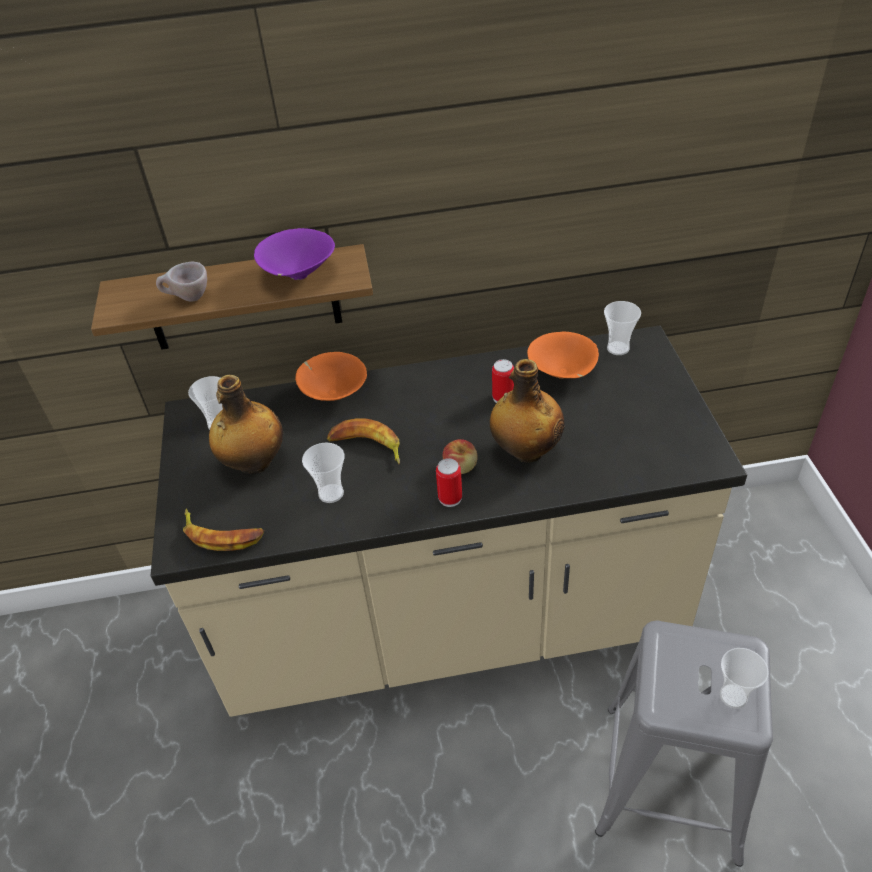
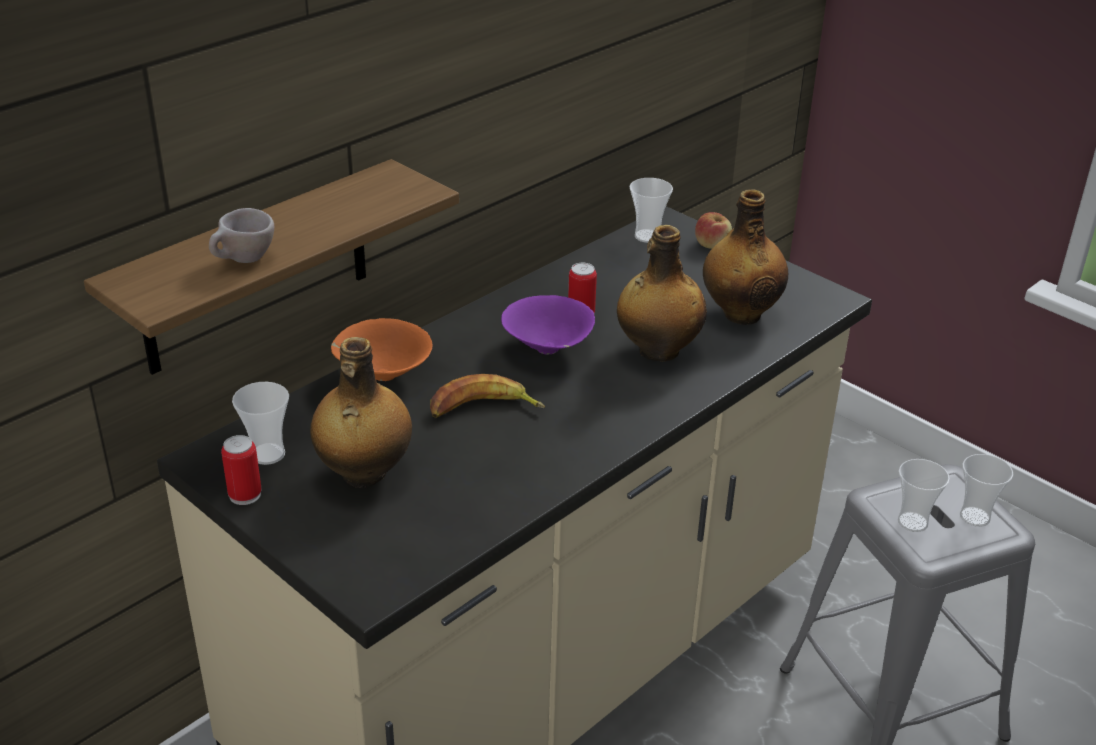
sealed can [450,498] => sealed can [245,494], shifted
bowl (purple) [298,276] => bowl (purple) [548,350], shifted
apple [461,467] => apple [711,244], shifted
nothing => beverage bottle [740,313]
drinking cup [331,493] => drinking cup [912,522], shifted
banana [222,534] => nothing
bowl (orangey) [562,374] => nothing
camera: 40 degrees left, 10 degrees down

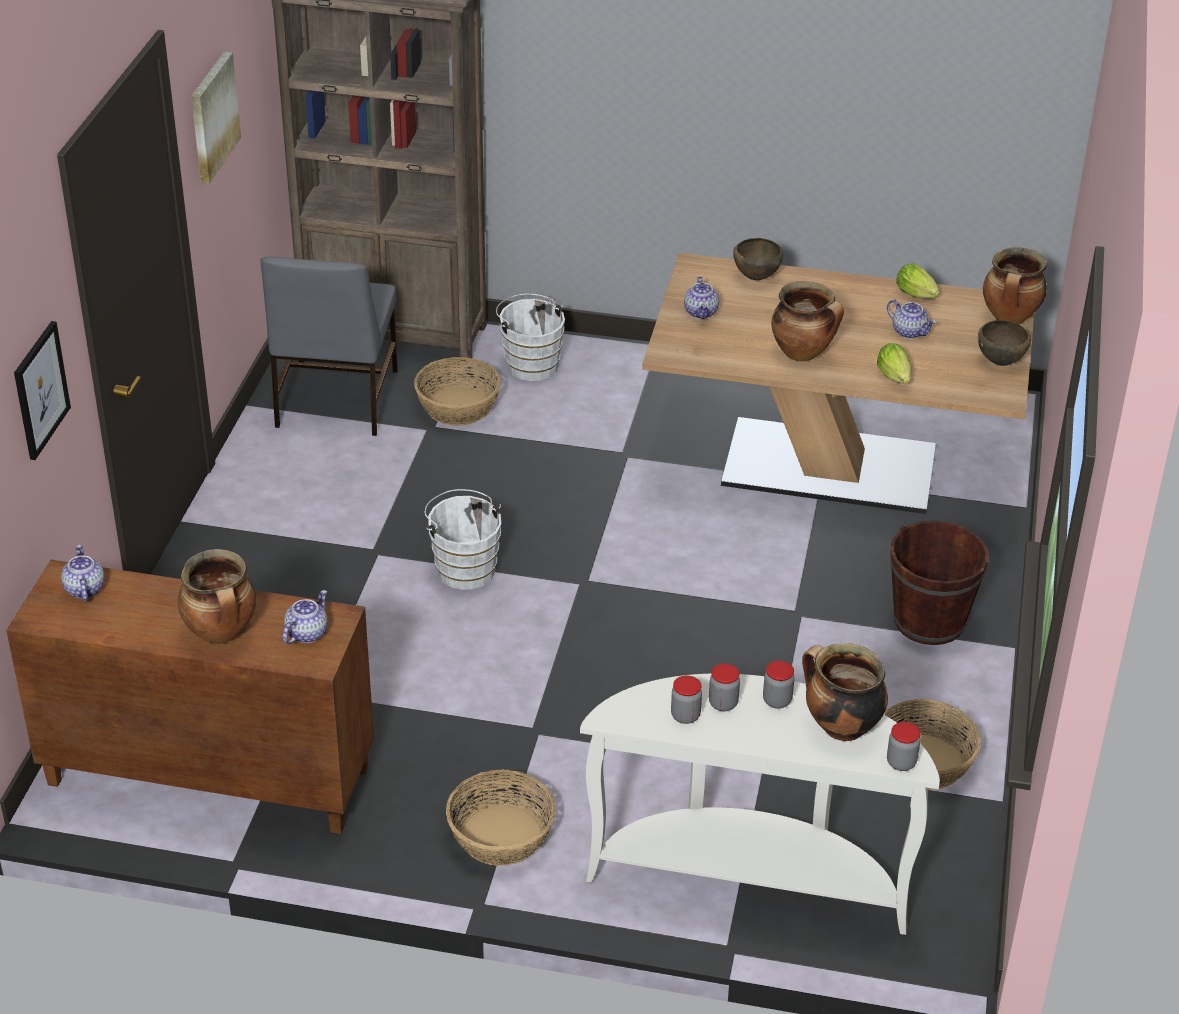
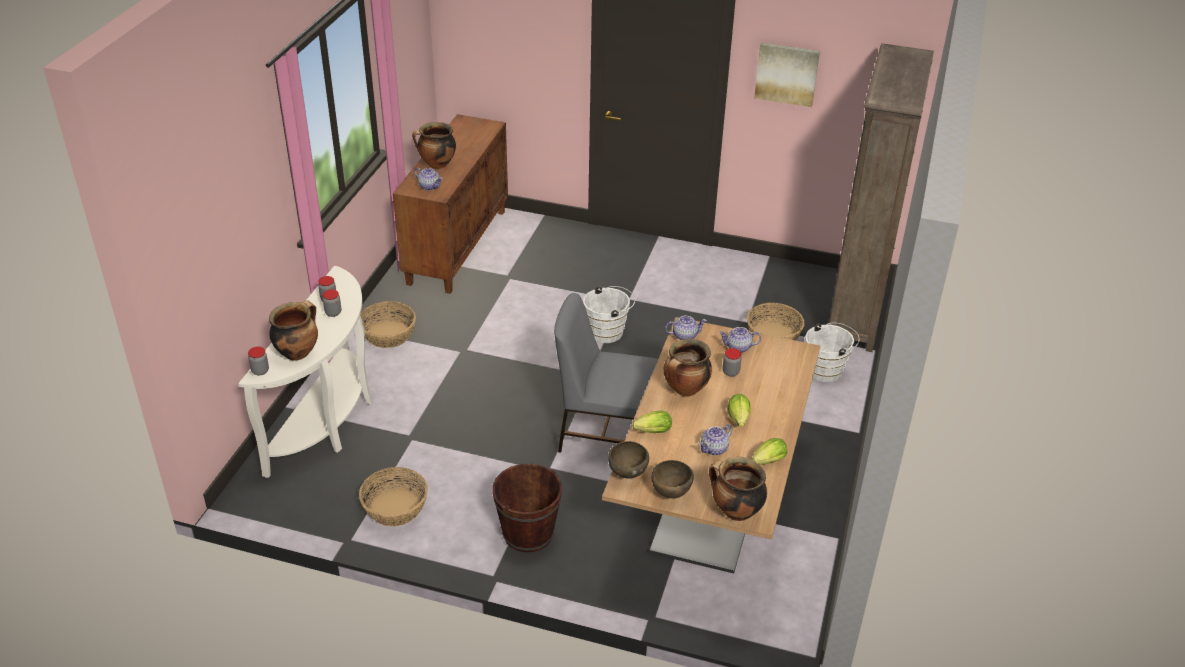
plain chair (greyish) [335,400] => plain chair (greyish) [604,432], shifted
bowl (brownish) [756,278] => bowl (brownish) [627,473], shifted
pot for tea [84,589] => pot for tea [685,335], shifted
preserve jar [777,701] => preserve jar [730,372], shifted
nothing => lettuce [738,420]
wall art [40,390] => nothing
camera: 95 degrees right, 0 degrees up

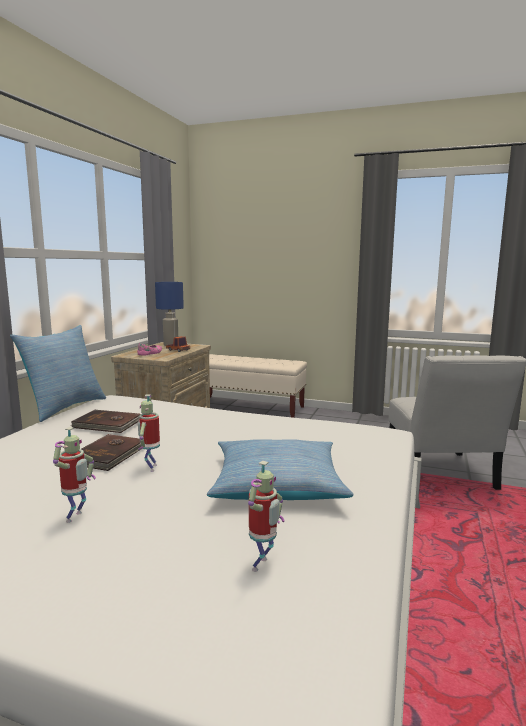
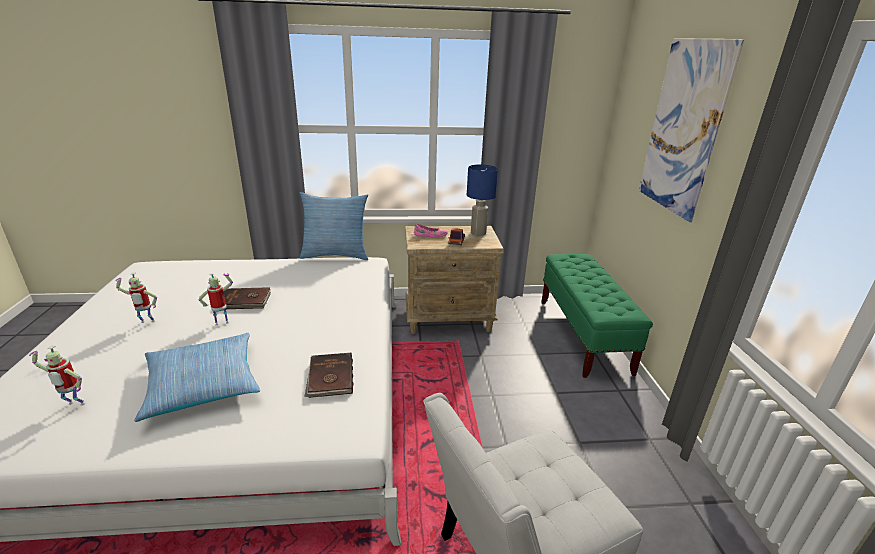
bound book (brownish) [107,424] => bound book (brownish) [330,377], shifted
bench (beige) [248,407] => bench (greenish) [583,335]
nothing => wall art [683,128]
camera: 65 degrees right, 15 degrees up

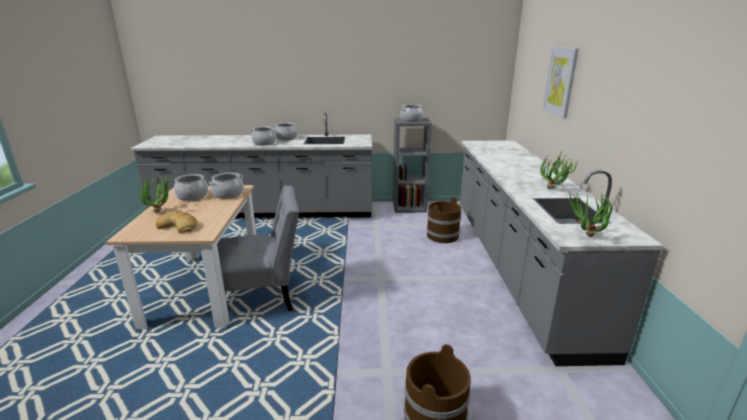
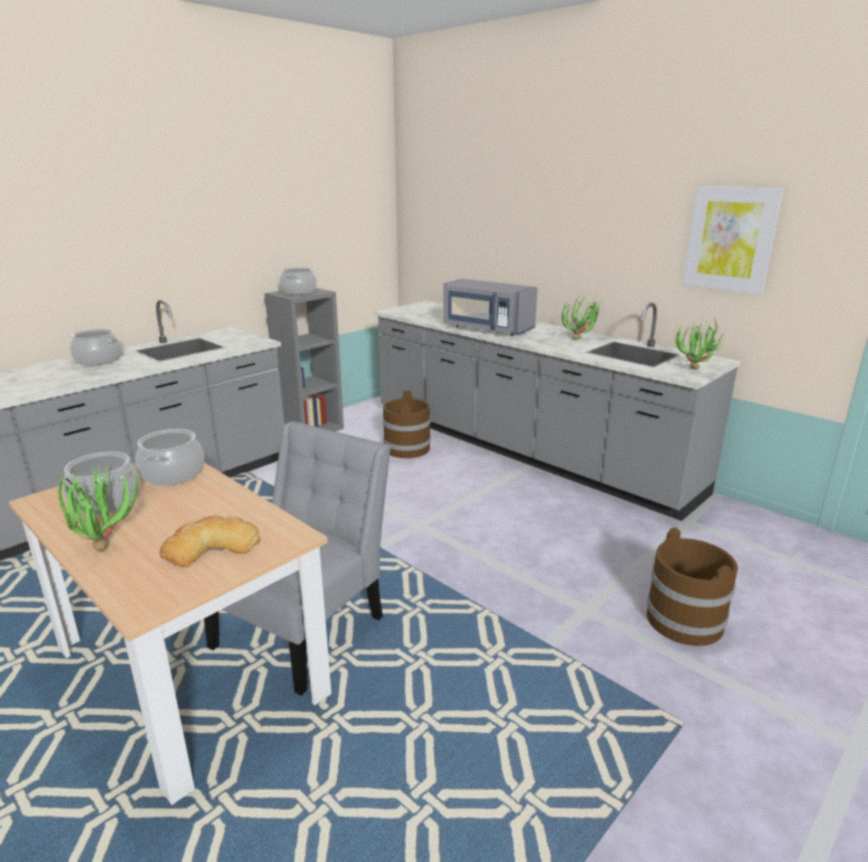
nothing => kitchen microwave (greyish) [486,329]
wall art [560,81] => wall art [730,239], shifted
cooking pot [264,143] => nothing
camera: 45 degrees left, 0 degrees up

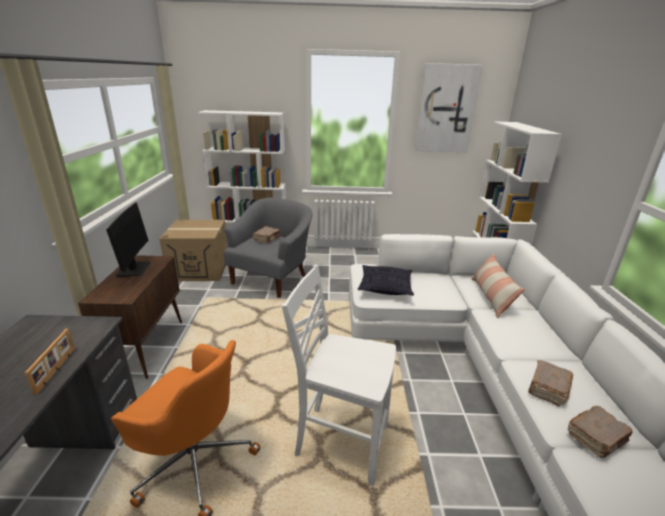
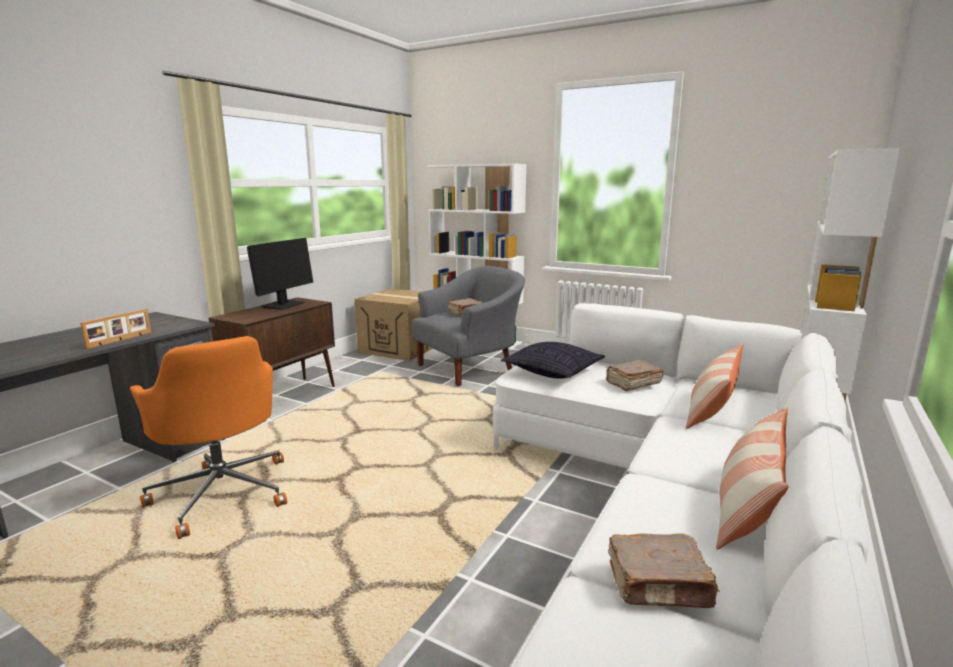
bound book (brownish) [547,389] => bound book (brownish) [632,383], shifted
nothing => cushion [747,504]
plain chair (whitish) [340,441] => nothing
wall art [446,109] => nothing
camera: 30 degrees right, 10 degrees down

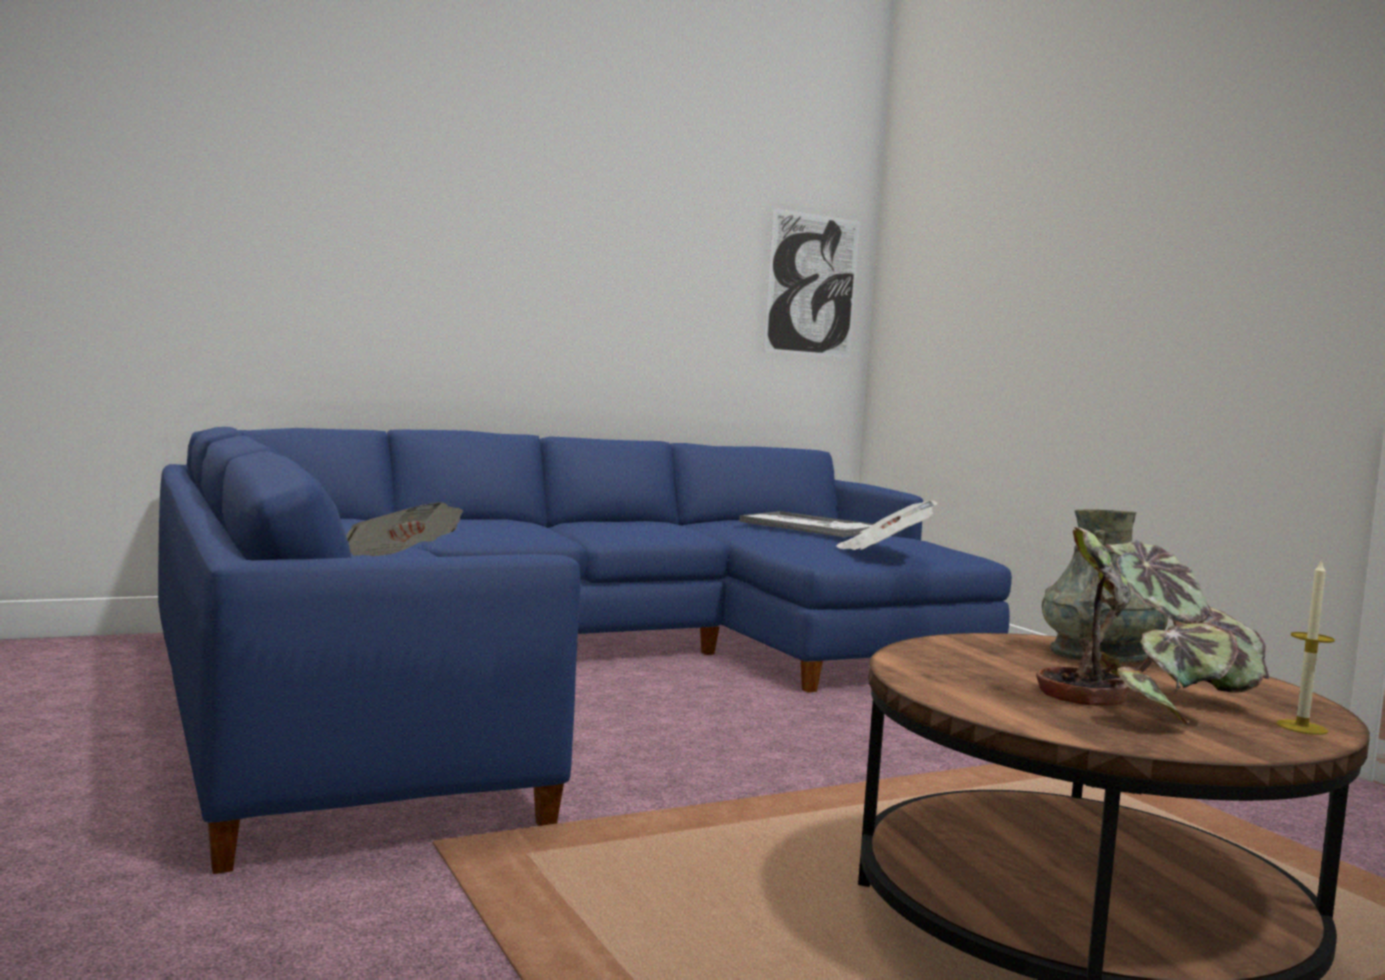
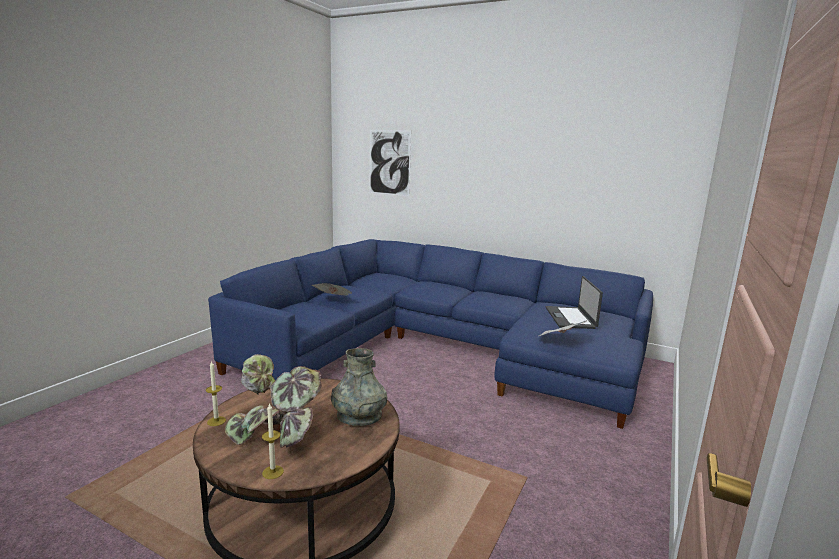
nothing => wax candle [216,421]
wall art [812,285] => wall art [389,162], shifted
serving tray [811,527] => notebook computer [571,318]
camera: 55 degrees right, 10 degrees up

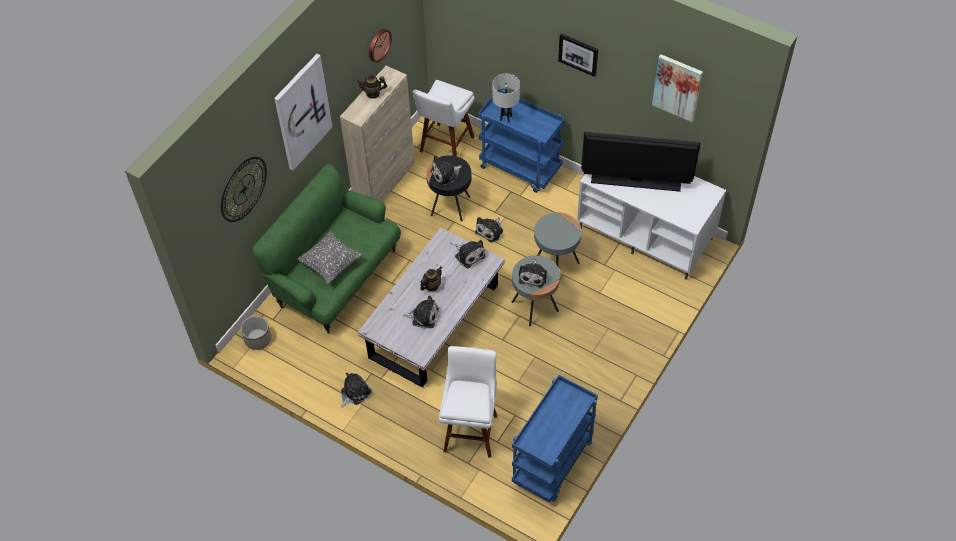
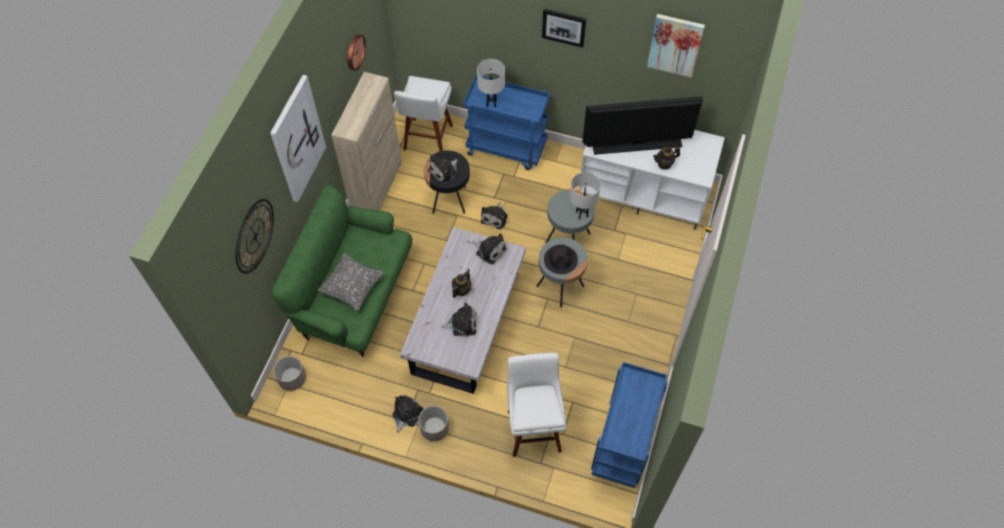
nothing => flower pot [434,428]
plush toy [533,275] => clothing hat (blackish) [561,259]
nothing => tabletop lamp (whitish) [581,214]
pot for tea [373,93] => pot for tea [664,164], shifted
camera: 15 degrees left, 5 degrees up

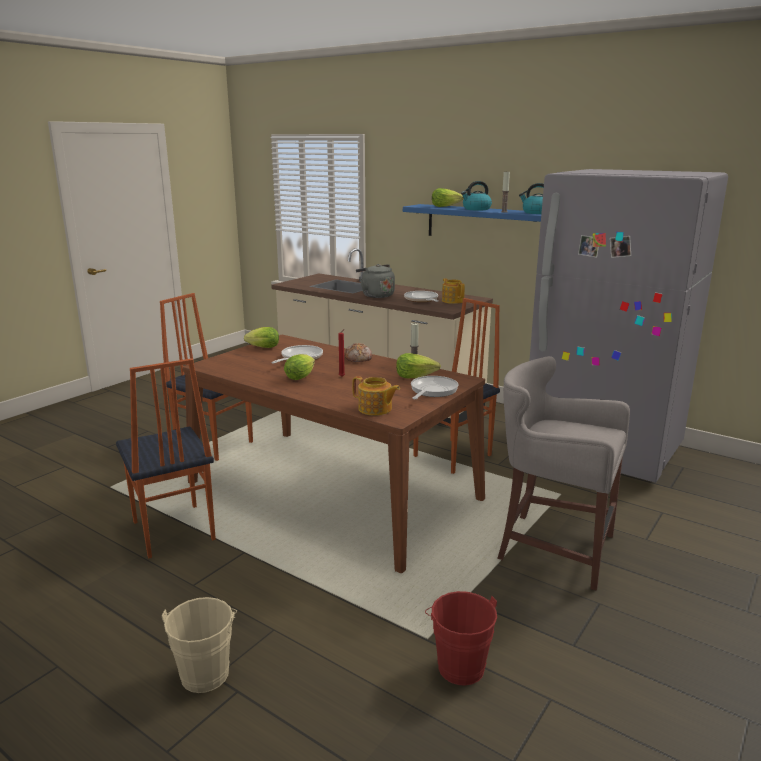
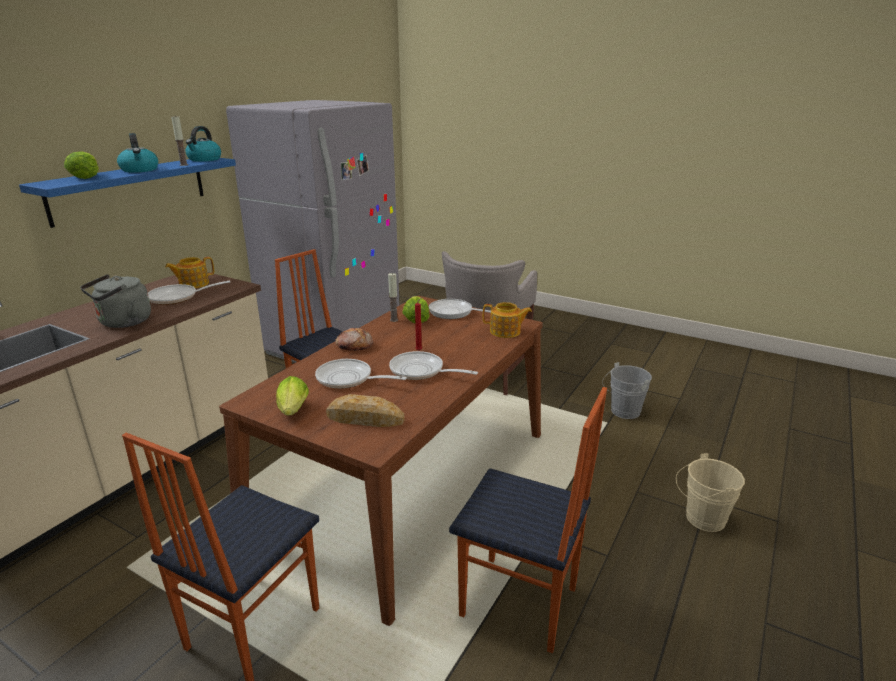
nothing => baked bread [365,418]
lettuce [301,377] => skillet [421,371]
plain chair [172,531] => plain chair [519,604], 60 degrees clockwise
pot for tea [375,409] => pot for tea [506,332], 75 degrees clockwise
water bucket (red) [458,664] => water bucket (greyish) [622,412]
camera: 95 degrees left, 5 degrees up

